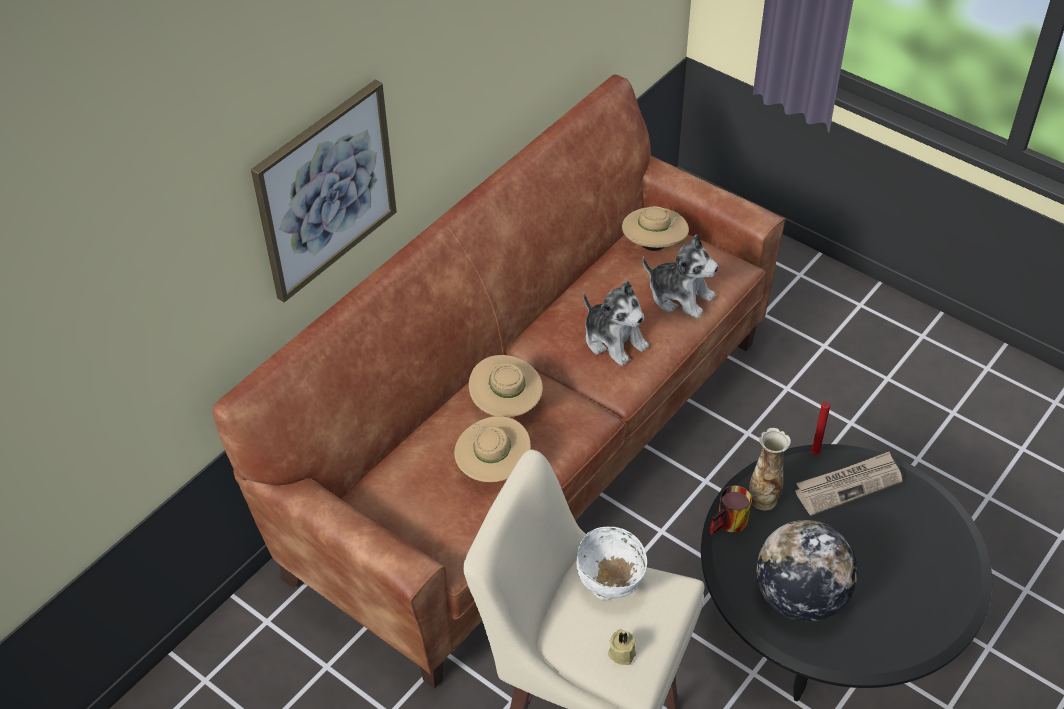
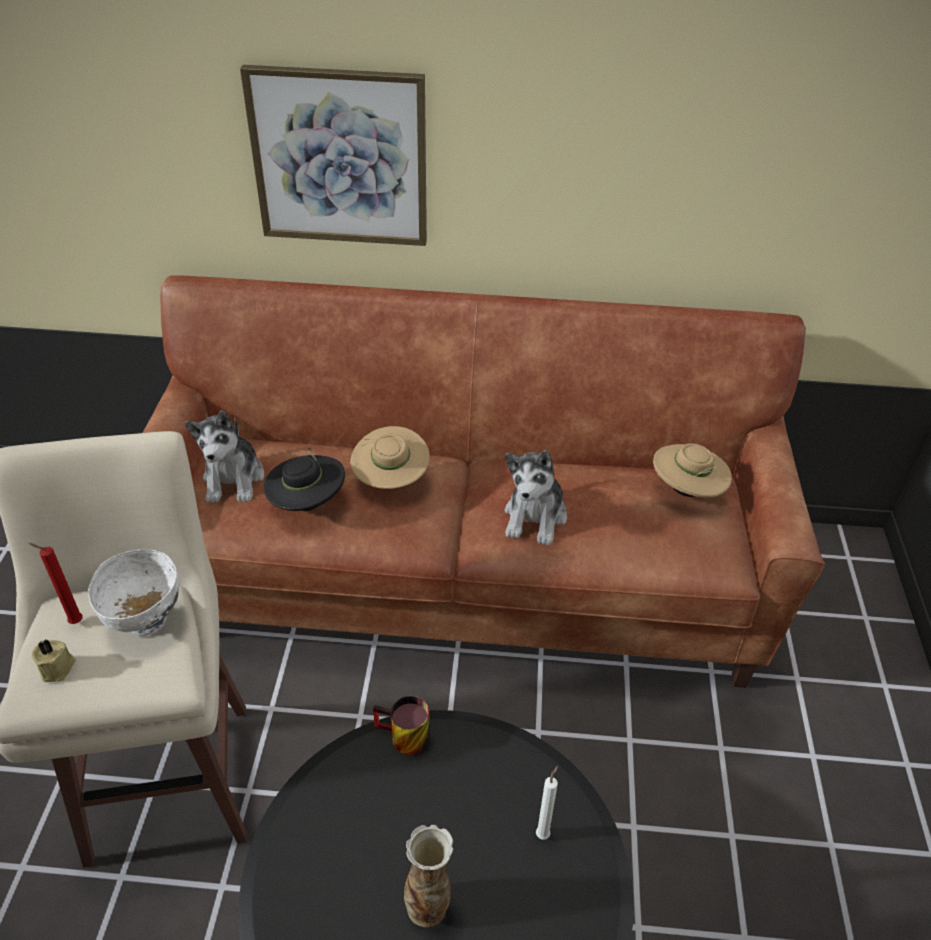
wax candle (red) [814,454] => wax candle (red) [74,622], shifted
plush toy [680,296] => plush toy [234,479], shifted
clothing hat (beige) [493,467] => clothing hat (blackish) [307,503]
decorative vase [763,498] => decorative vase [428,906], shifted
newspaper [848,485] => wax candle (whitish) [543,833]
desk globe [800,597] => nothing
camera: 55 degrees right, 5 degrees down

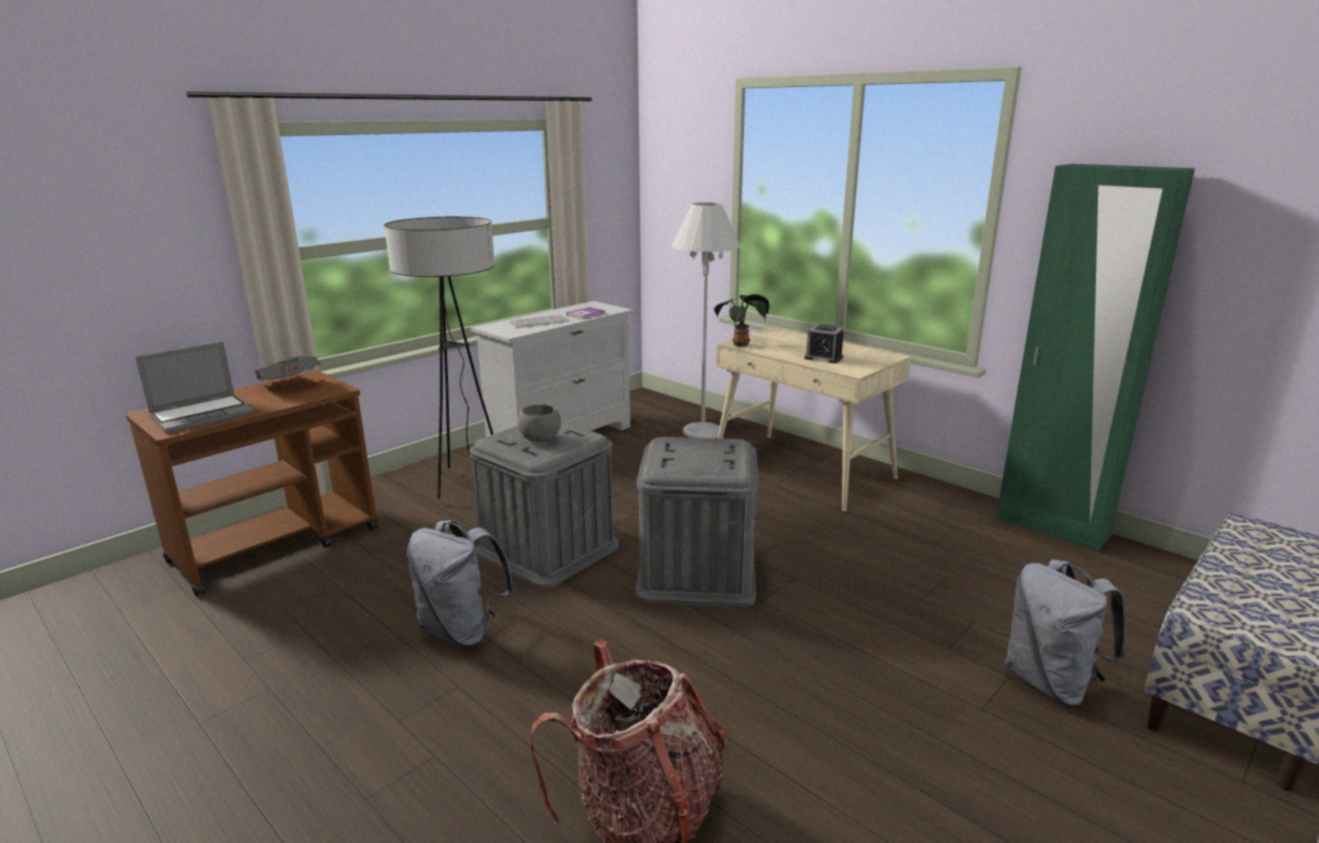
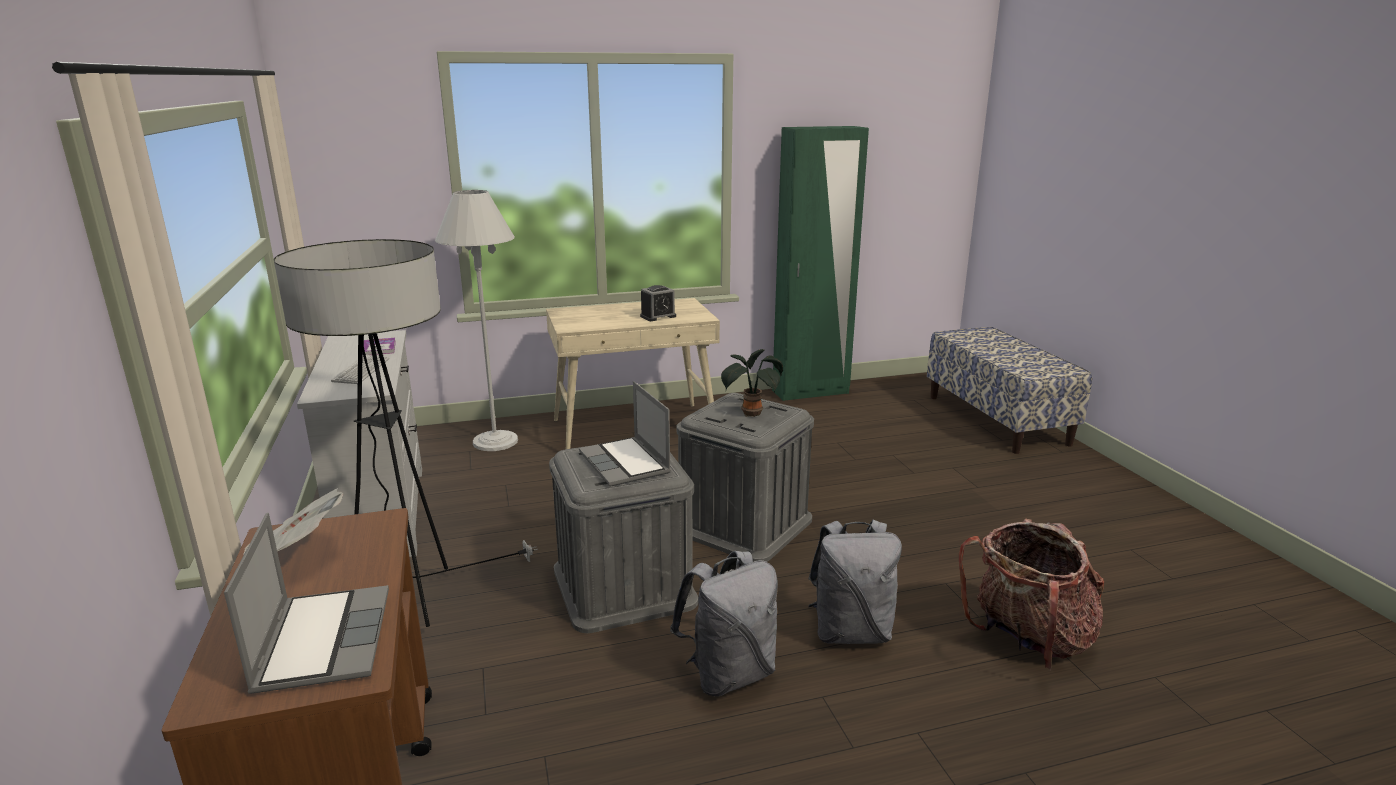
bowl (greyish) [540,439] => notebook computer [626,464]
potted plant [742,345] => potted plant [751,413], shifted
backpack (greyish) [1051,683] => backpack (greyish) [851,632], shifted
camera: 60 degrees left, 0 degrees up

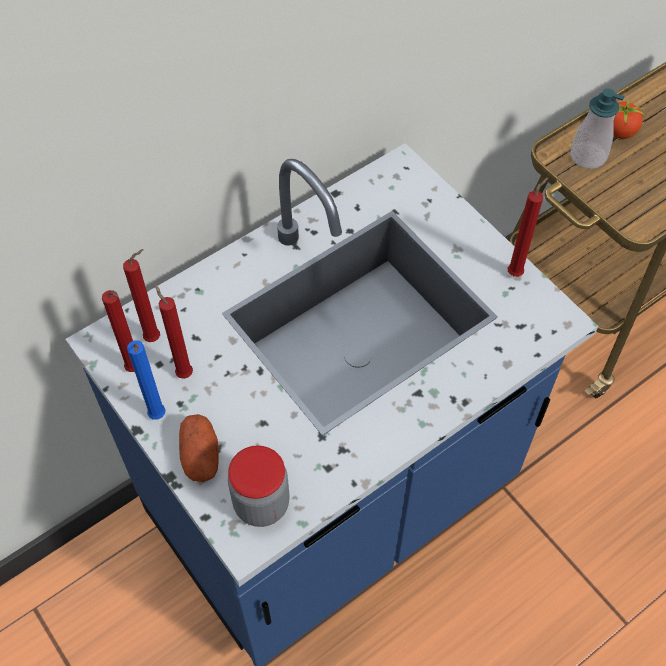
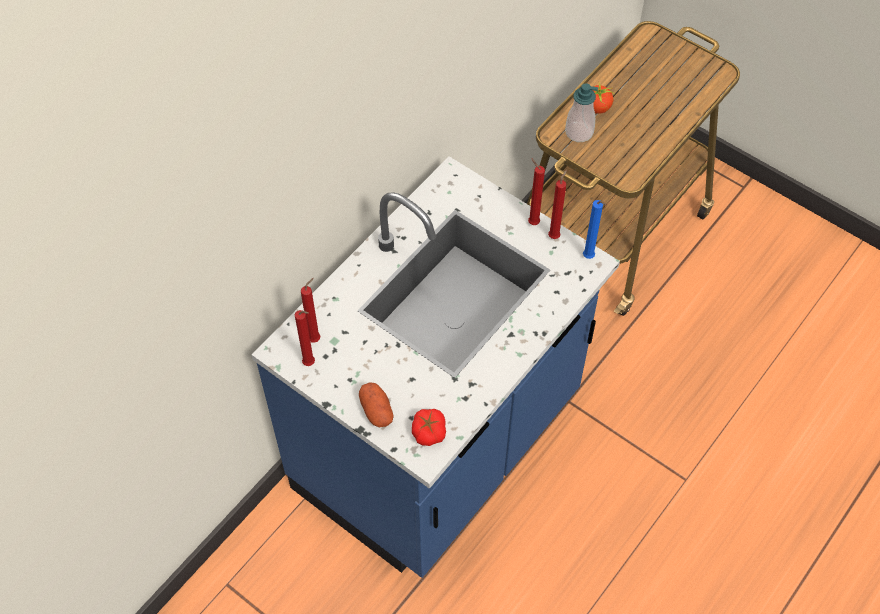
preserve jar [261,504] => whole tomato [428,432]
wax candle (red) [183,372] => wax candle (red) [532,222], shifted
wax candle (bluish) [158,418] => wax candle (bluish) [589,258], shifted
camera: 15 degrees left, 0 degrees up

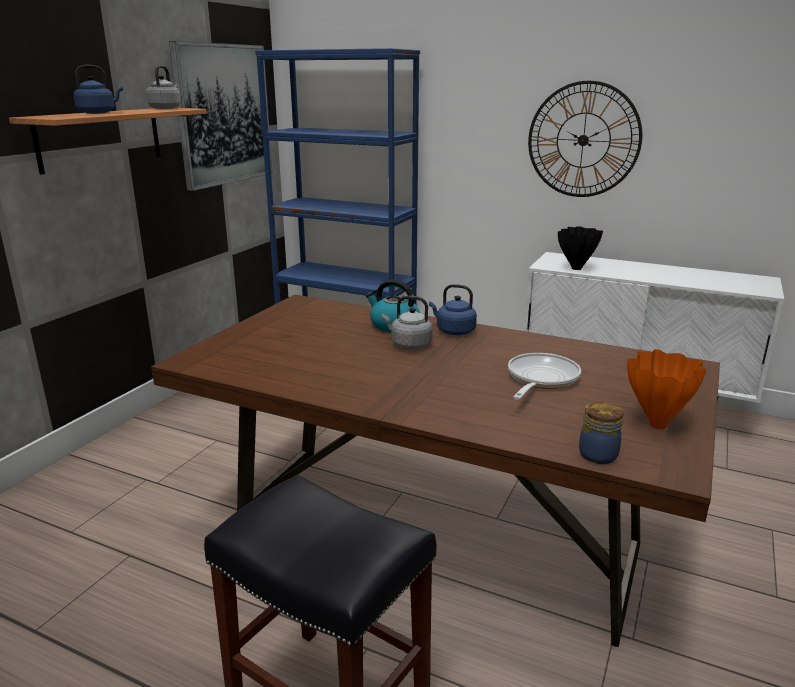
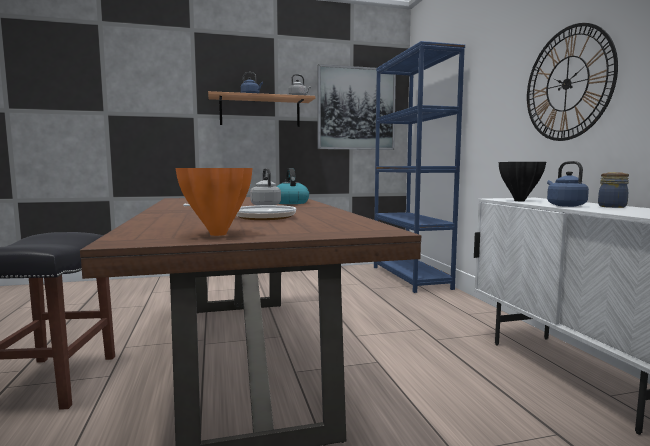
water kettle (bluish) [453,331] => water kettle (bluish) [564,205], shifted
preserve jar [597,454] => preserve jar [612,206], shifted
camera: 50 degrees right, 15 degrees down

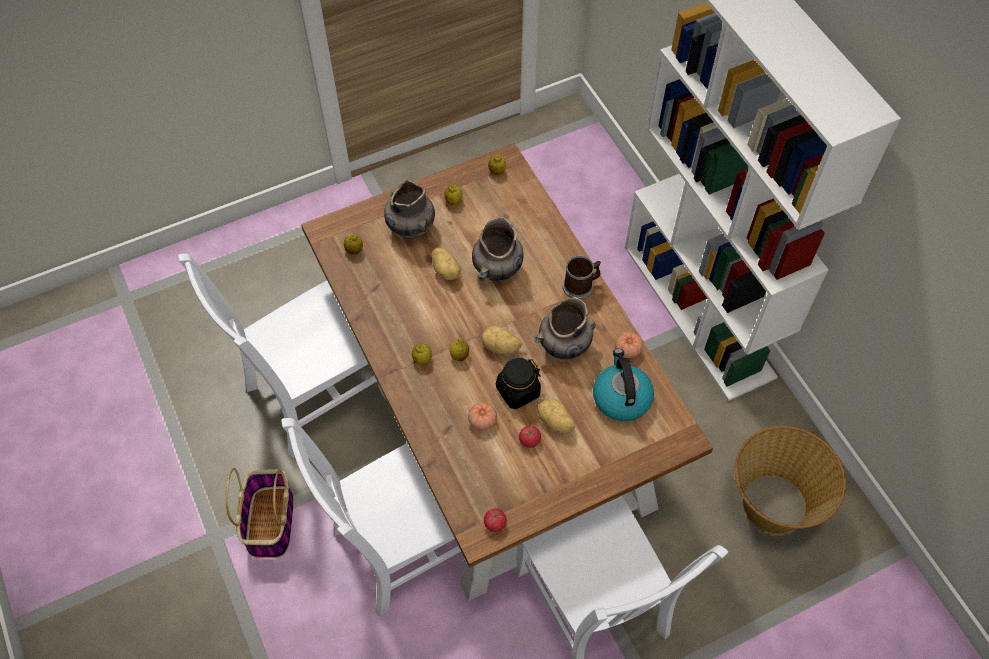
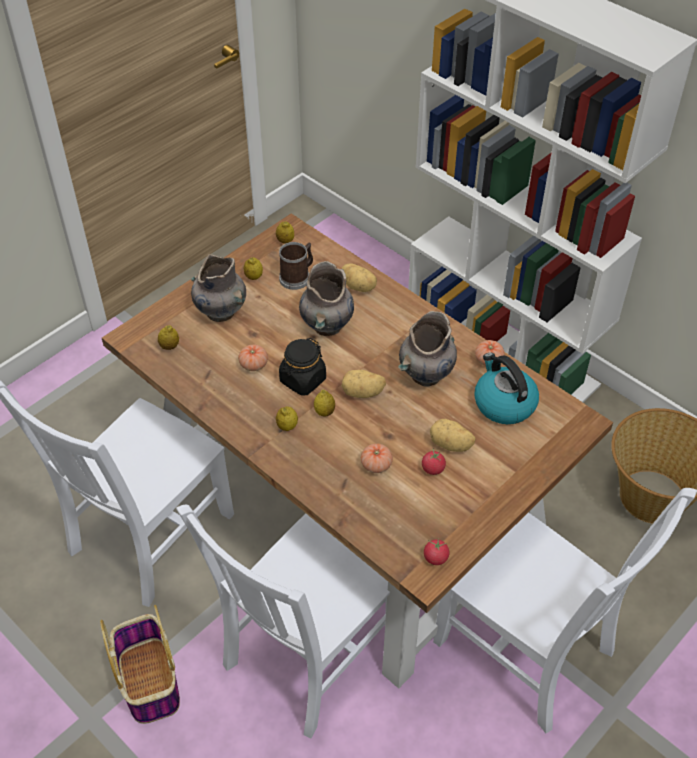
nothing => whole tomato [253,364]
mug [581,286] => mug [297,277], shifted
preserve jar (blackish) [517,391] => preserve jar (blackish) [302,380], shifted
spud [446,270] => spud [359,286], shifted
camera: 20 degrees left, 10 degrees down

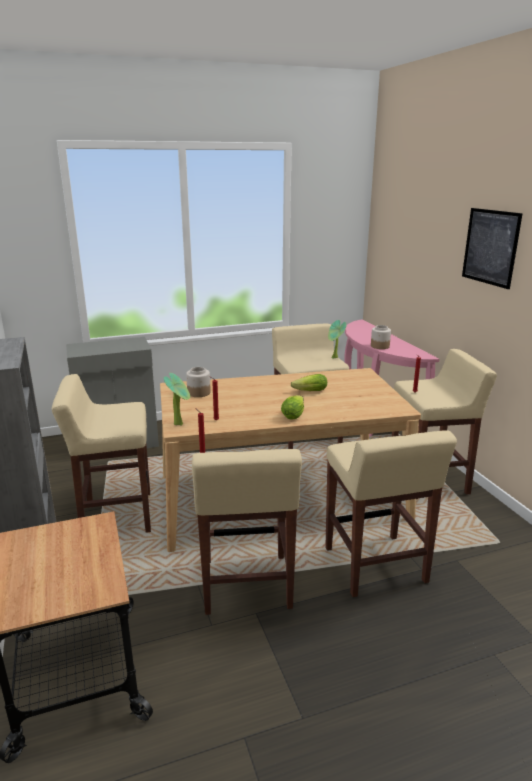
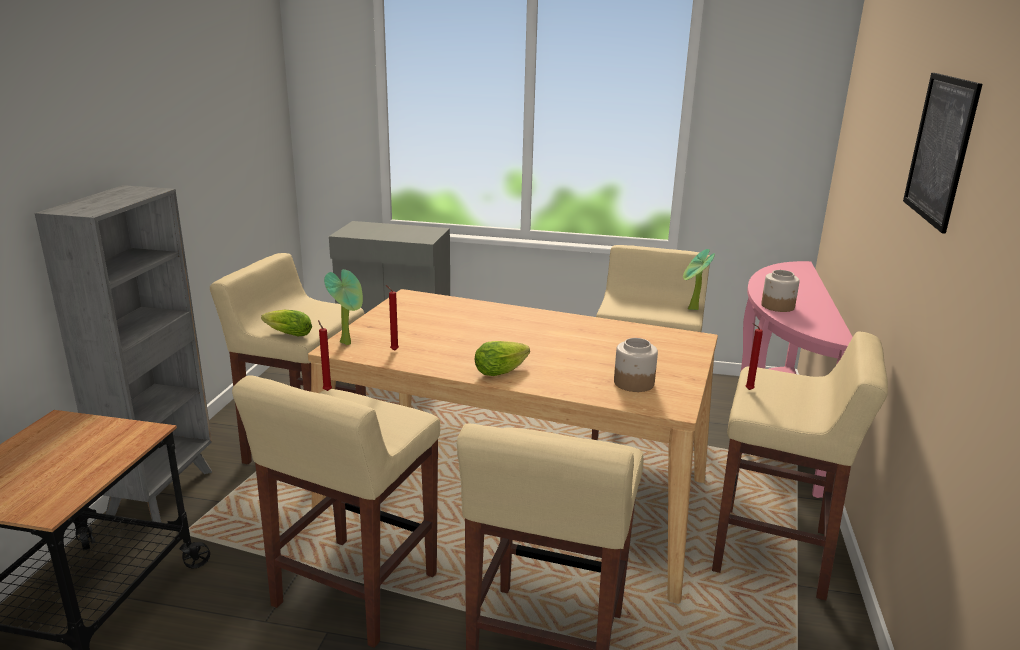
lettuce [308,391] => lettuce [286,334], shifted
preserve jar [198,393] => preserve jar [633,383], shifted
camera: 30 degrees right, 0 degrees up

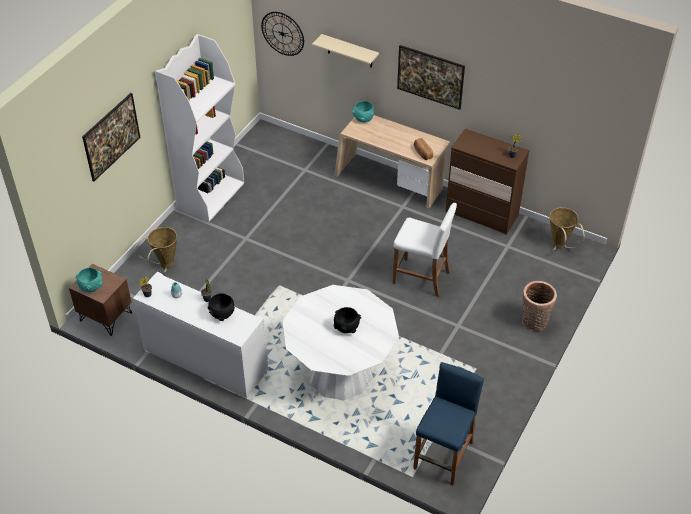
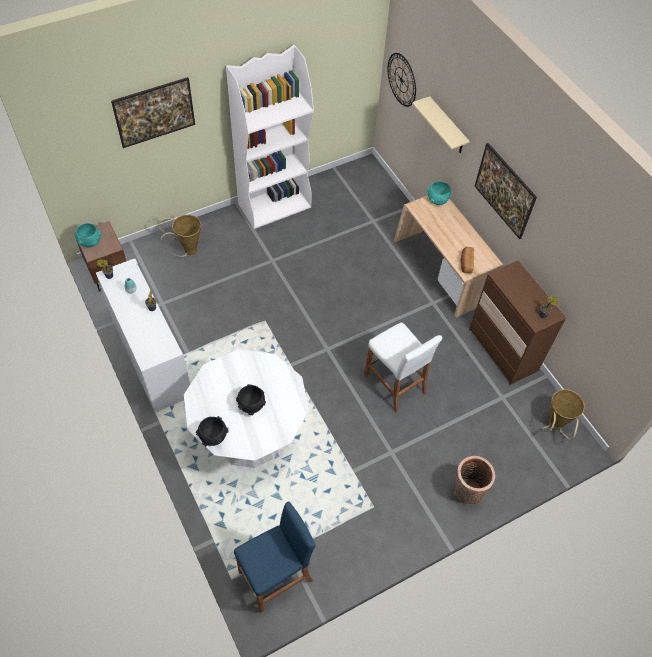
bowl (blackish) [222,314] => bowl (blackish) [213,436], shifted
camera: 30 degrees right, 10 degrees up

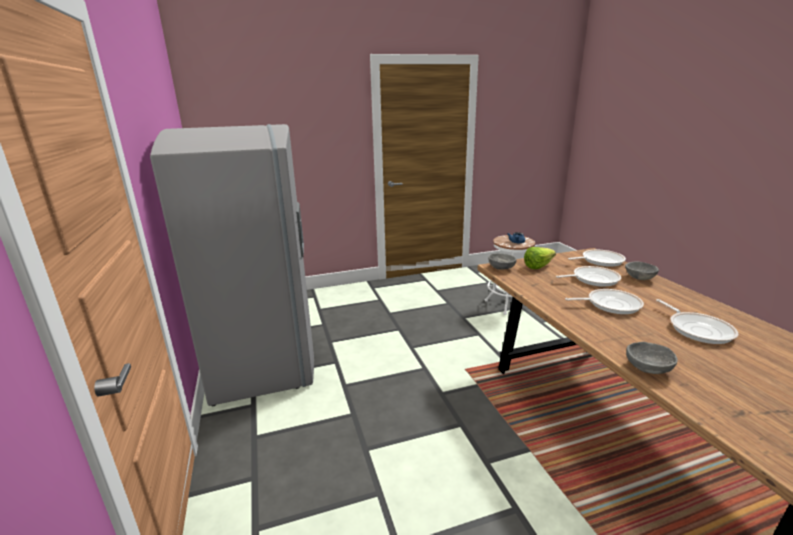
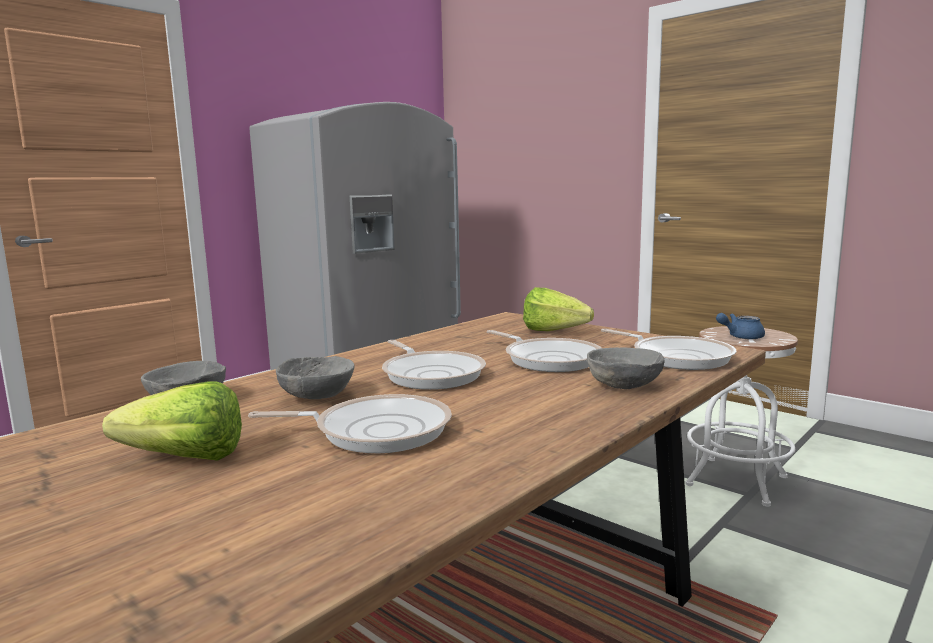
nothing => lettuce [176,458]
skillet [698,329] => skillet [376,431], 135 degrees counterclockwise
bowl (greyish) [501,268] => bowl (greyish) [317,396], shifted
camera: 60 degrees right, 10 degrees down

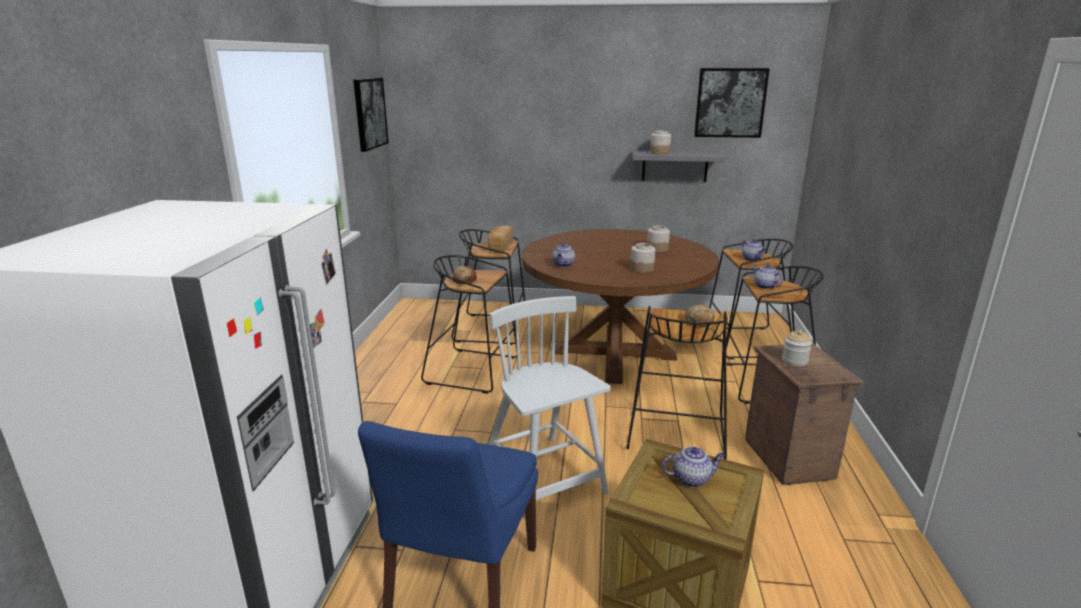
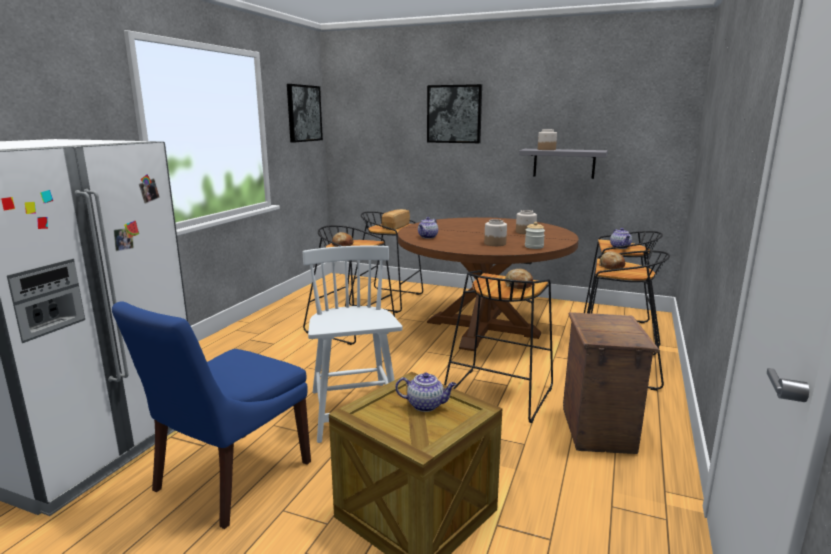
wall art [730,103] => wall art [454,114], shifted
preserve jar [794,361] => preserve jar [534,247], shifted
pot for tea [764,286] => baked bread [611,266]
camera: 15 degrees right, 5 degrees down

